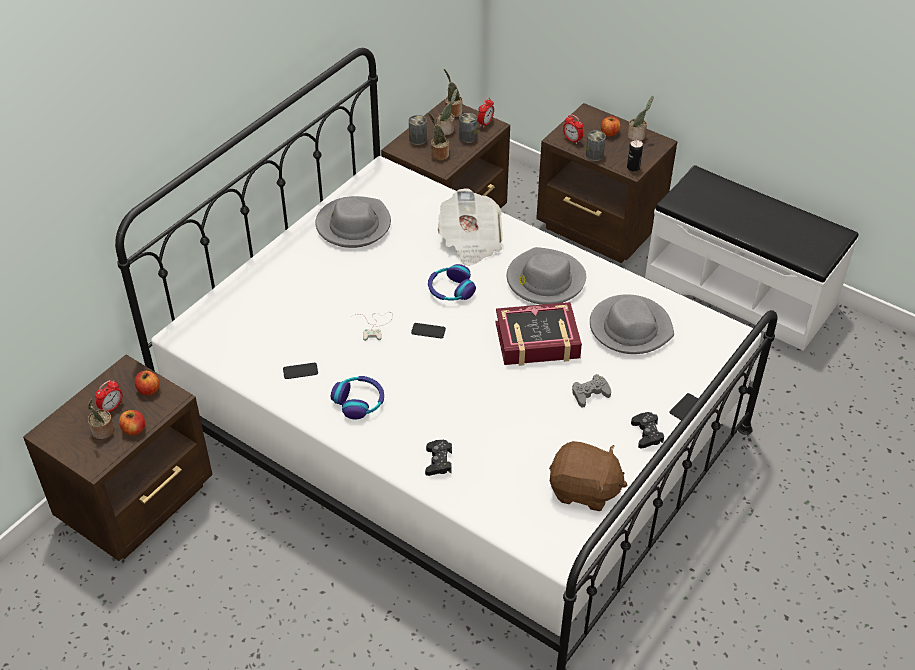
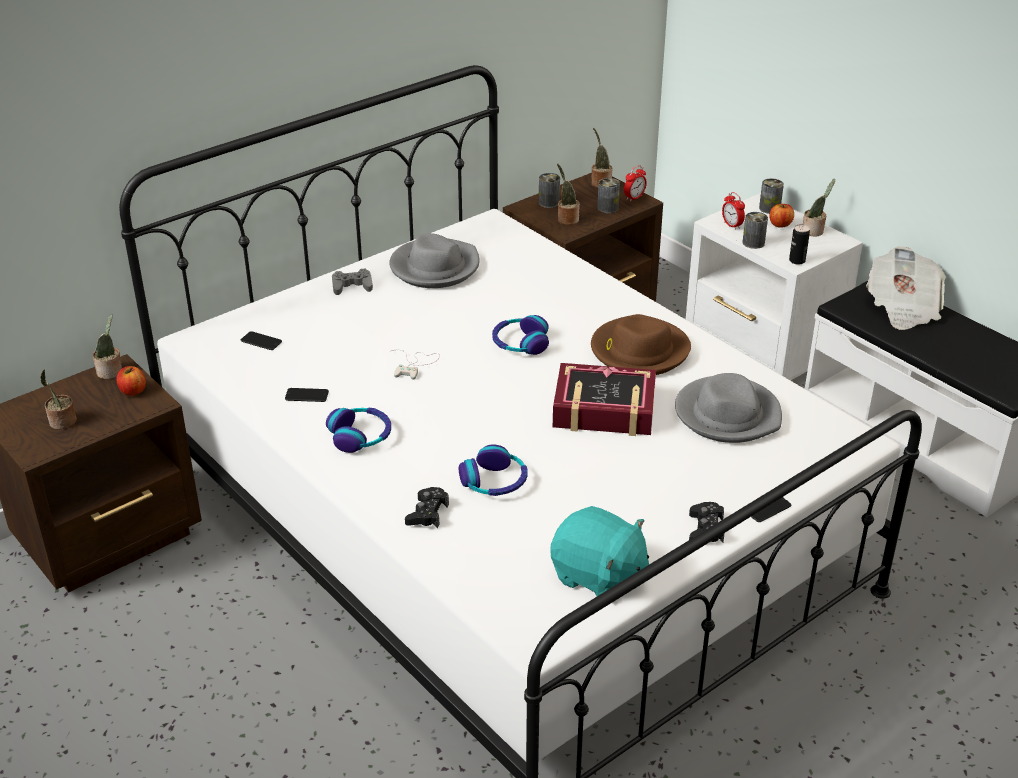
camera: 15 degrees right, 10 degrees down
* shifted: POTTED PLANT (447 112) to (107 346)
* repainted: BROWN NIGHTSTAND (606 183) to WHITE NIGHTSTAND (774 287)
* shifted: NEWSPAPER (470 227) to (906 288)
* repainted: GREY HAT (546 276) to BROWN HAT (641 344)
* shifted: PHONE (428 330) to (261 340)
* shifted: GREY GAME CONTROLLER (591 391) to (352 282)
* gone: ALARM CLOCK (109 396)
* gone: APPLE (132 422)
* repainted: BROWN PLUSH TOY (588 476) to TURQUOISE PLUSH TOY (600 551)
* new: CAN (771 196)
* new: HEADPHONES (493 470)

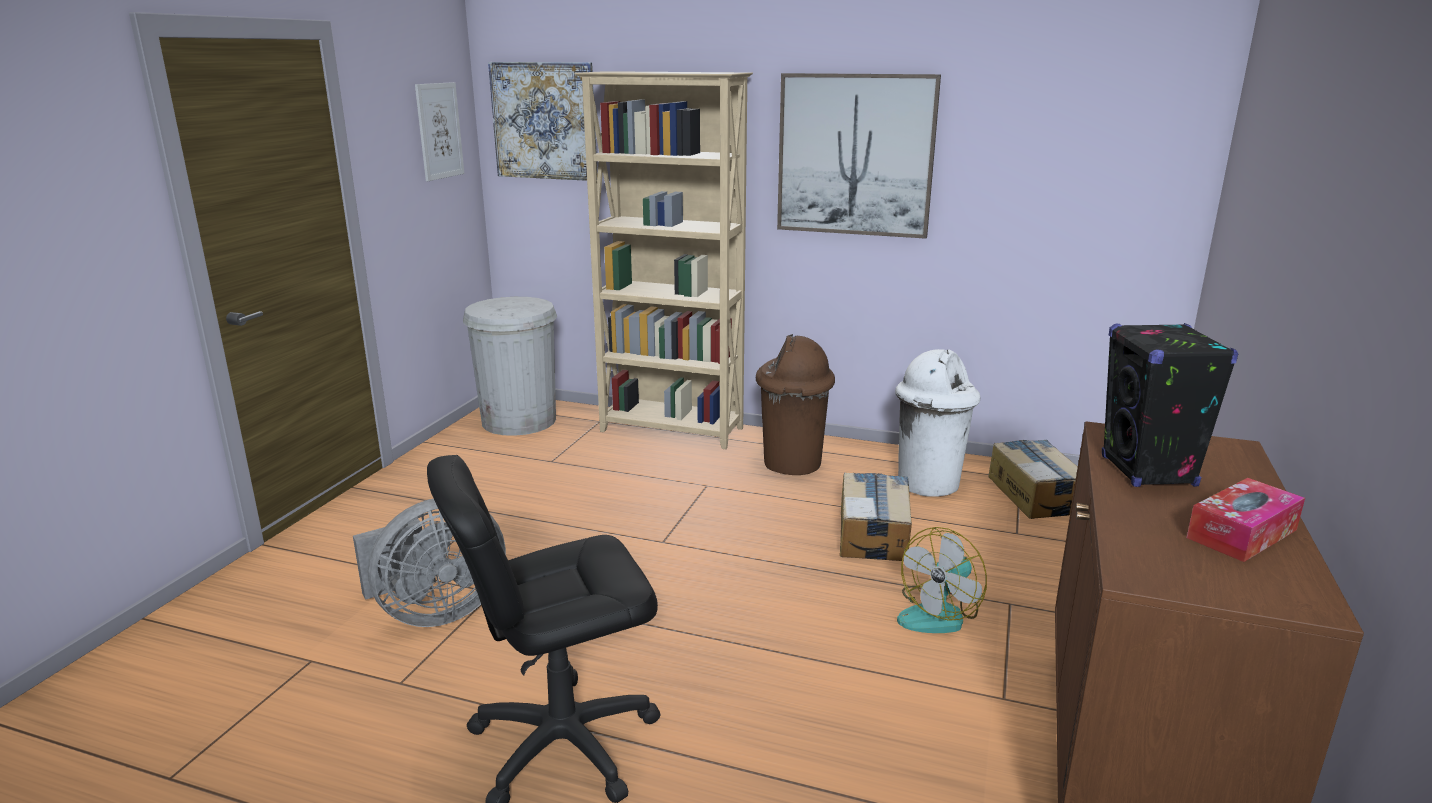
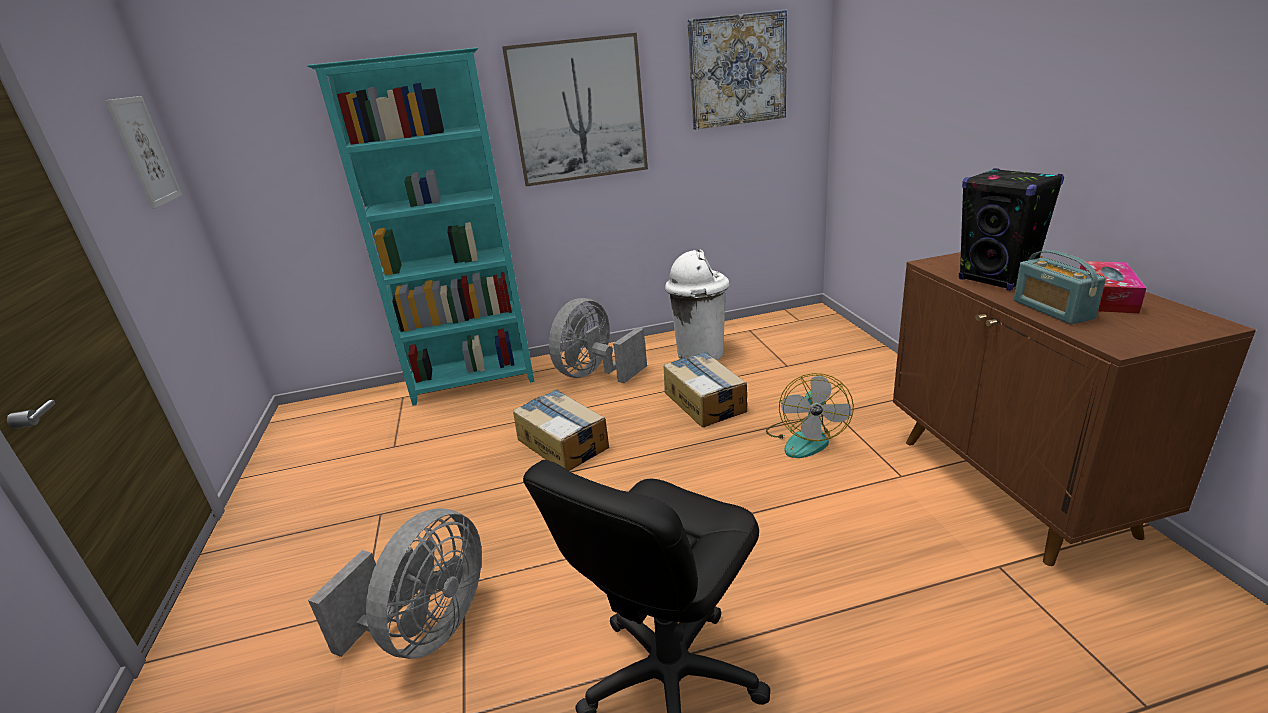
camera: 30 degrees left, 5 degrees up
* shifted: PICTURE (543 121) to (737 69)
* repainted: BEIGE BOOKCASE (663 260) to TURQUOISE BOOKCASE (421 226)
* gone: WHITE TRASH CAN (510 366)
* swapped: BROWN TRASH CAN (795 404) to GREY FAN (598 340)
* shifted: CARDBOARD BOX (1033 479) to (561 430)
* new: RADIO (1060 287)

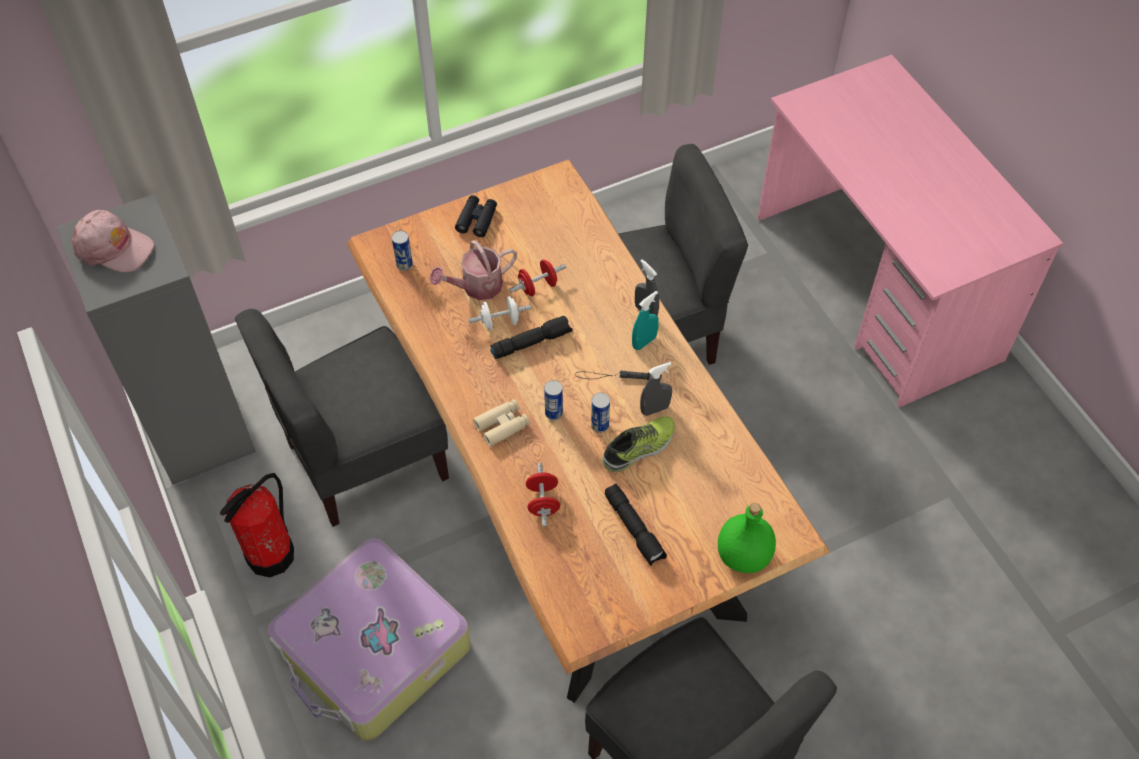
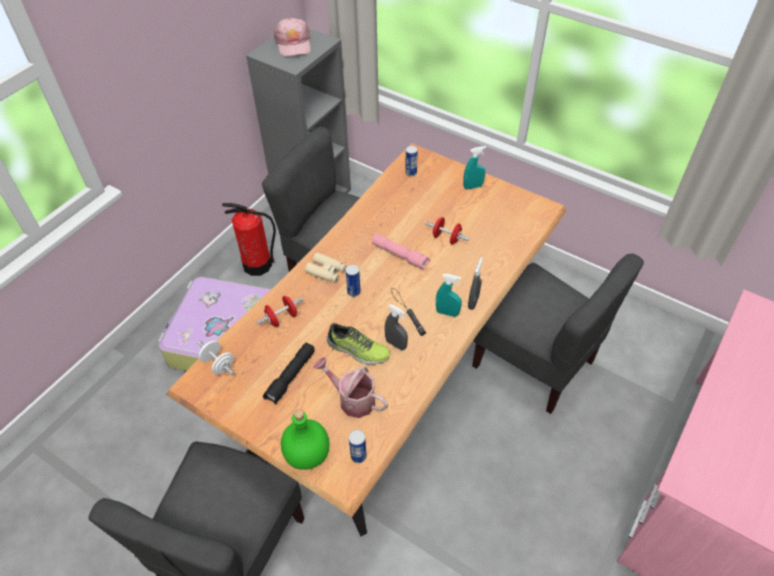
camera: 60 degrees right, 5 degrees down
* swapped: BLACK BINOCULARS (476 216) to TURQUOISE SPRAY BOTTLE (474 168)
* shifted: WATERING CAN (473 270) to (350 387)
* shifted: WHITE DUMBBELL (499 313) to (216 357)
* repainted: BLACK FLASHLIGHT (531 337) to PINK FLASHLIGHT (401 252)
* shifted: CAN (600 413) to (358 446)

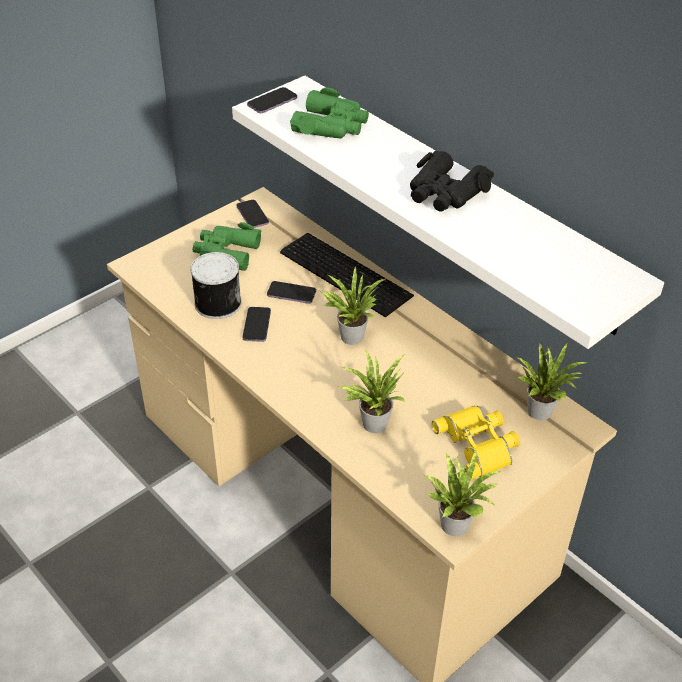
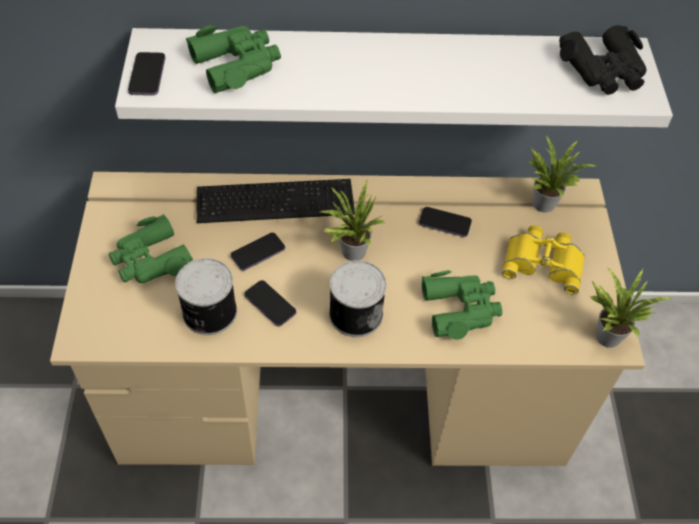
camera: 50 degrees left, 10 degrees up
* shifted: BLACK BINOCULARS (452 181) to (603 60)
* shifted: PHONE (252 214) to (445 222)
* swapped: POTTED PLANT (372 391) to GREEN BINOCULARS (462 305)
* new: CAN (357 298)

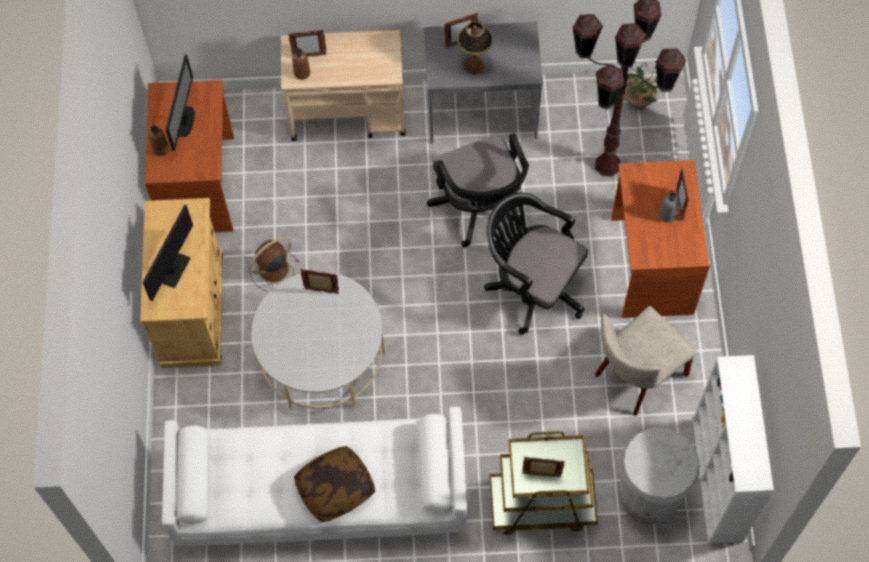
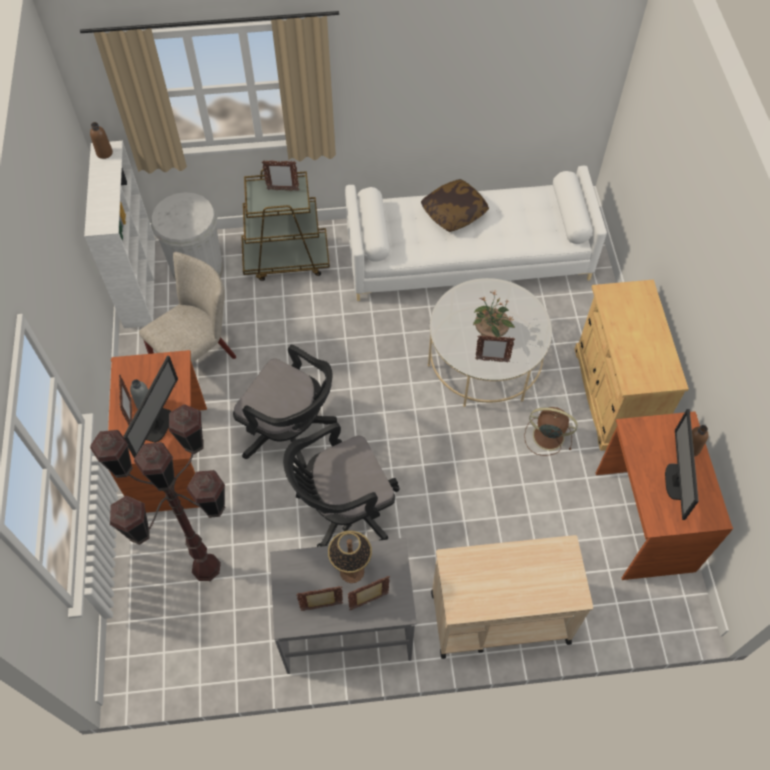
camera: 175 degrees right, 5 degrees down
* shifted: PICTURE FRAME (307 43) to (319 598)
* shifted: BROWN BOTTLE (301 64) to (101 140)
* shifted: POTTED PLANT (641 85) to (494 314)
* rotated: BLACK OFFICE CHAIR (478 190) = (341 484) 90 degrees counterclockwise
* shifted: MONITOR (168 253) to (150 407)
* rotated: BROWN FAN (274 264) = (551 431) 120 degrees counterclockwise

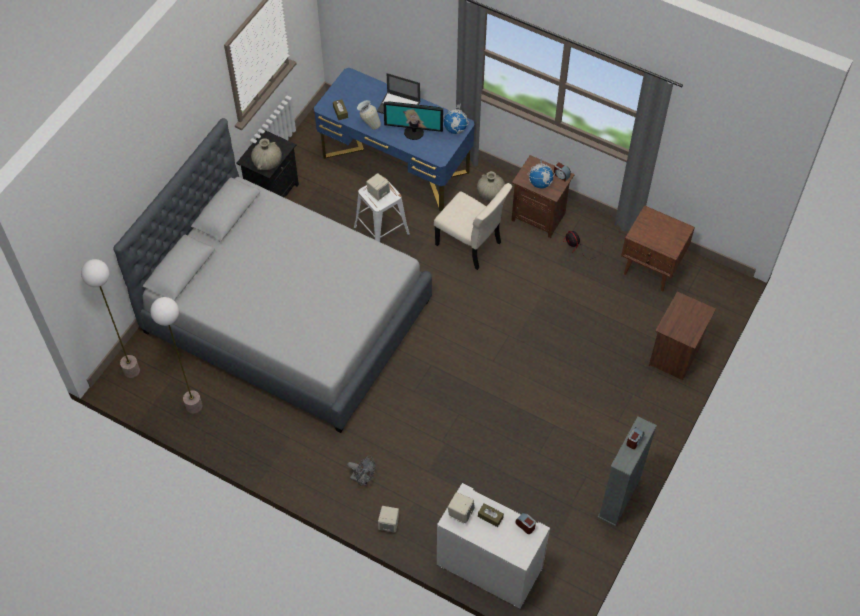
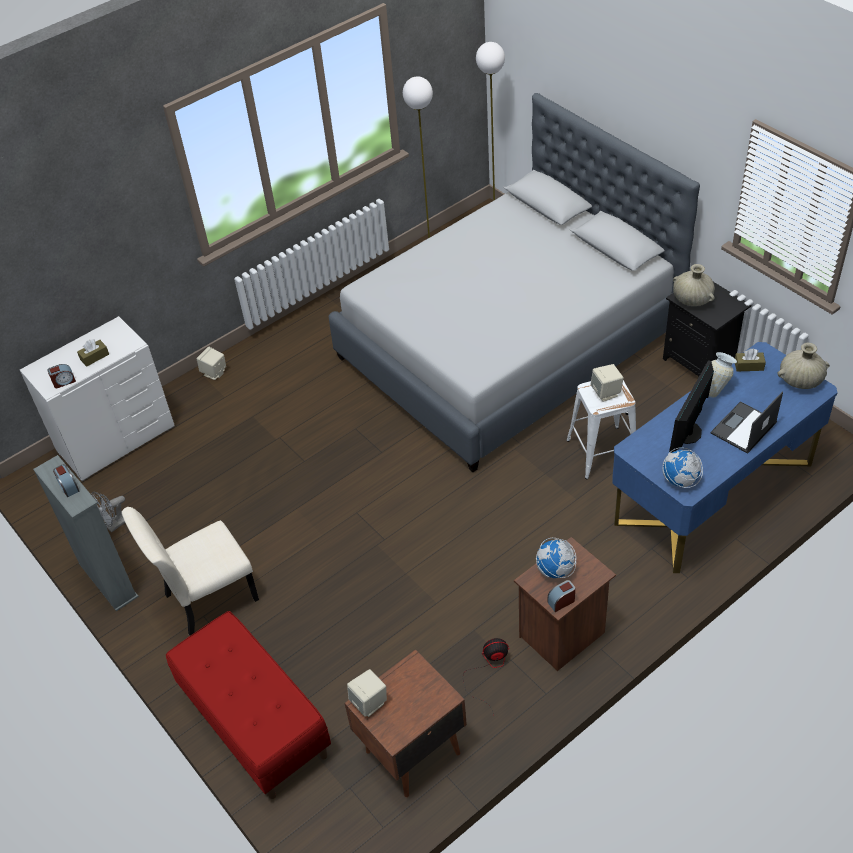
camera: 115 degrees right, 10 degrees down
* shifted: BEIGE VASE (491 186) to (803 366)
* shifted: BEIGE CHAIR (473 226) to (190 571)
* swapped: BROWN NIGHTSTAND (682 336) to RED BENCH (248 705)
* shifted: GREY FAN (361 471) to (108 512)
* shifted: BEIGE SPEAKER (461 507) to (367 693)

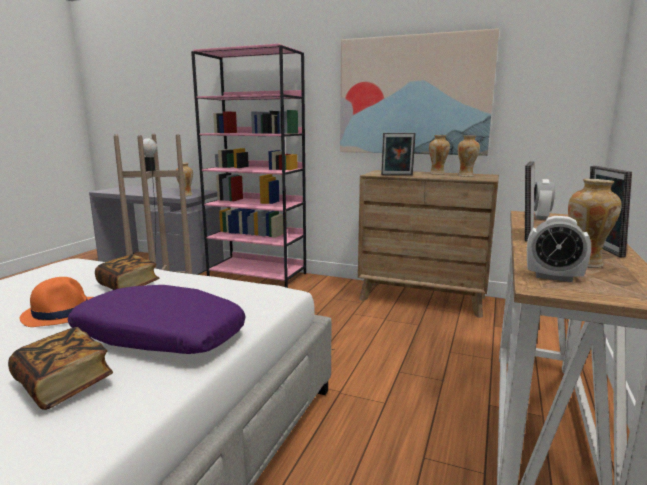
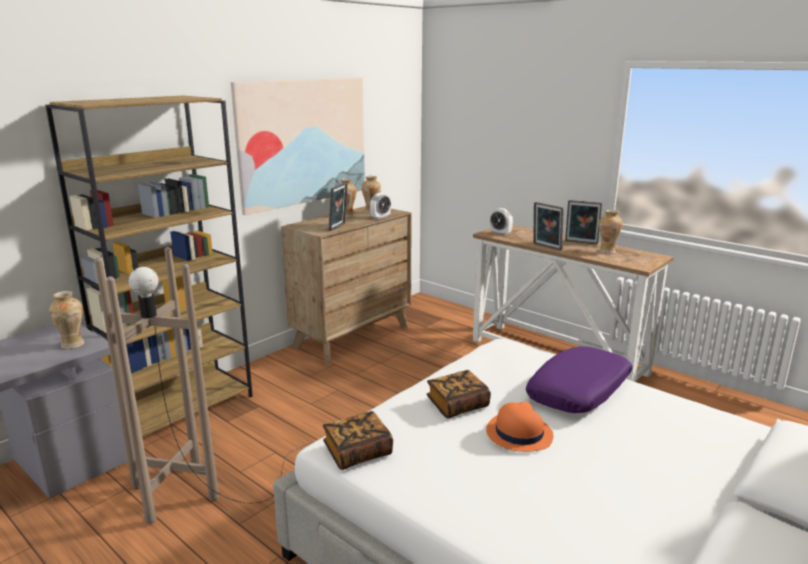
camera: 70 degrees left, 5 degrees up
* repainted: PINK BOOKCASE (248 166) to BROWN BOOKCASE (149 266)
* shifted: ALARM CLOCK (559 249) to (380 206)
* shifted: BOOK (60 368) to (358 440)

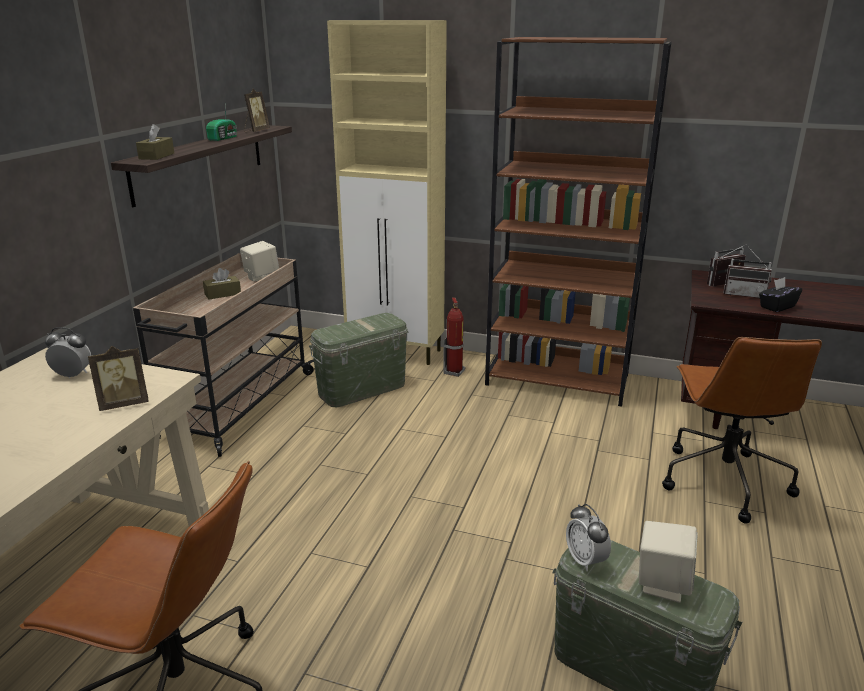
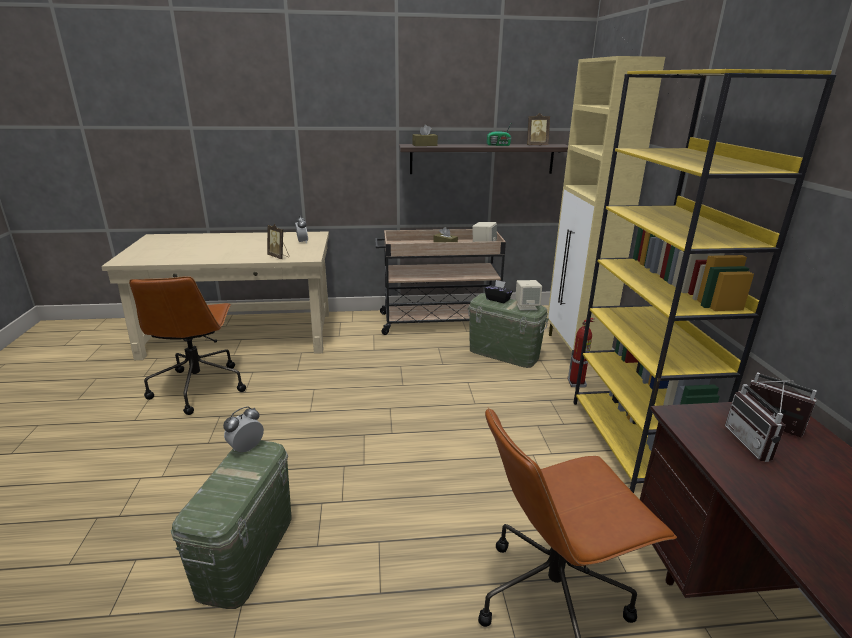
camera: 65 degrees right, 0 degrees up
* repainted: BROWN BOOKCASE (578 222) to YELLOW BOOKCASE (704 281)
* shifted: BLACK TISSUE BOX (780 294) to (499 291)
* shifted: BEIGE SPEAKER (668 562) to (528 295)

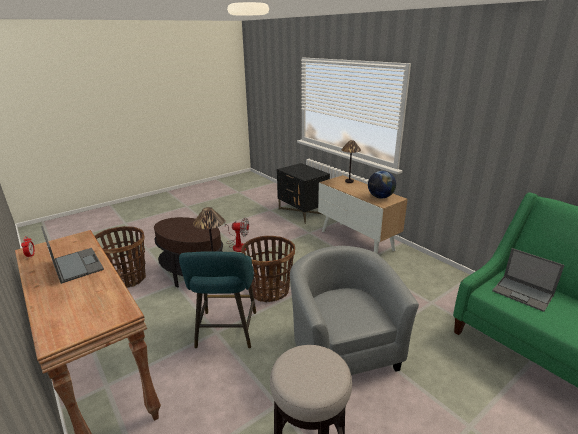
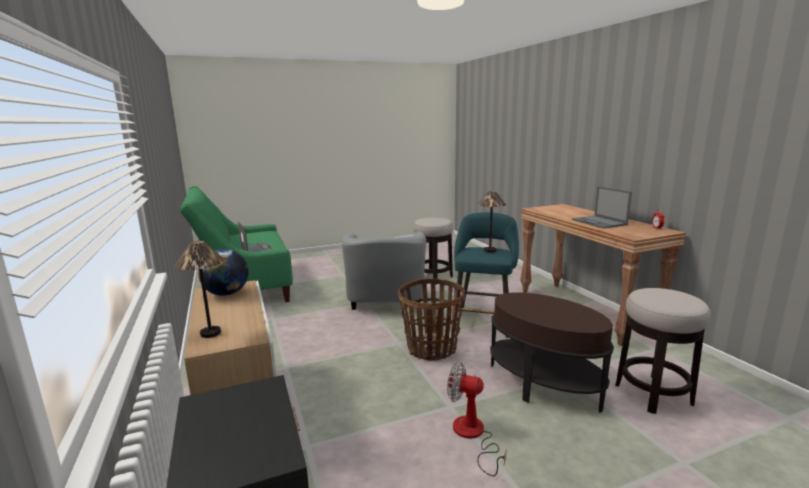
camera: 165 degrees left, 10 degrees down
* swapped: BASKET (120 257) to STOOL (663 351)

